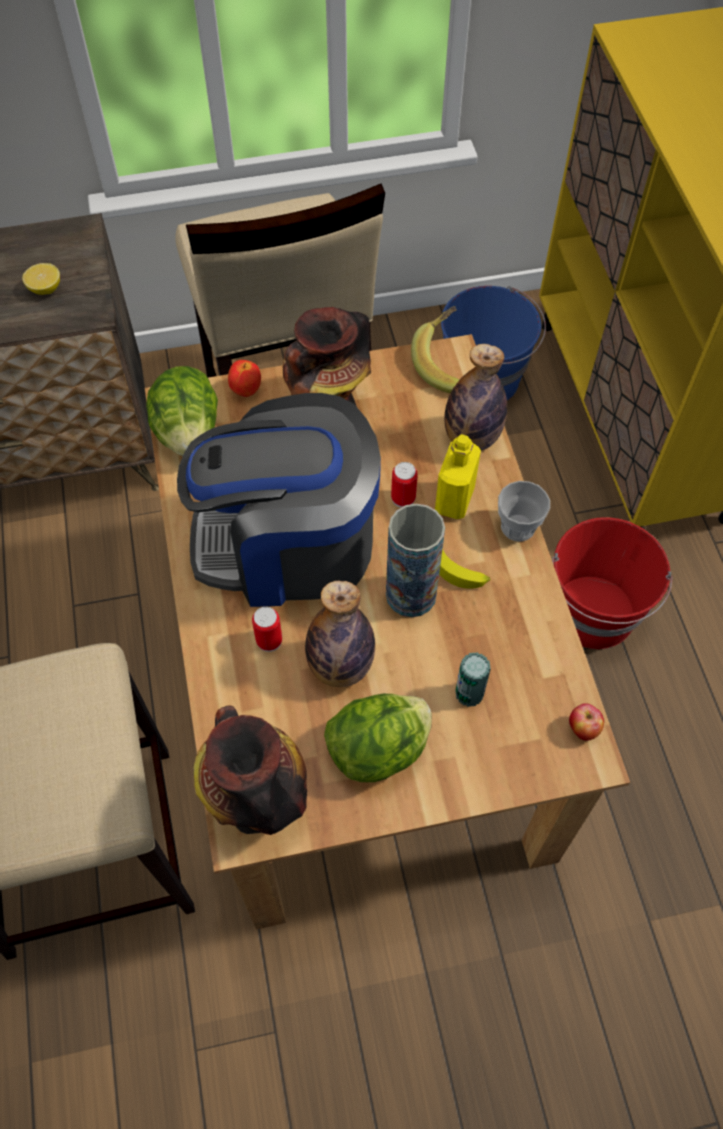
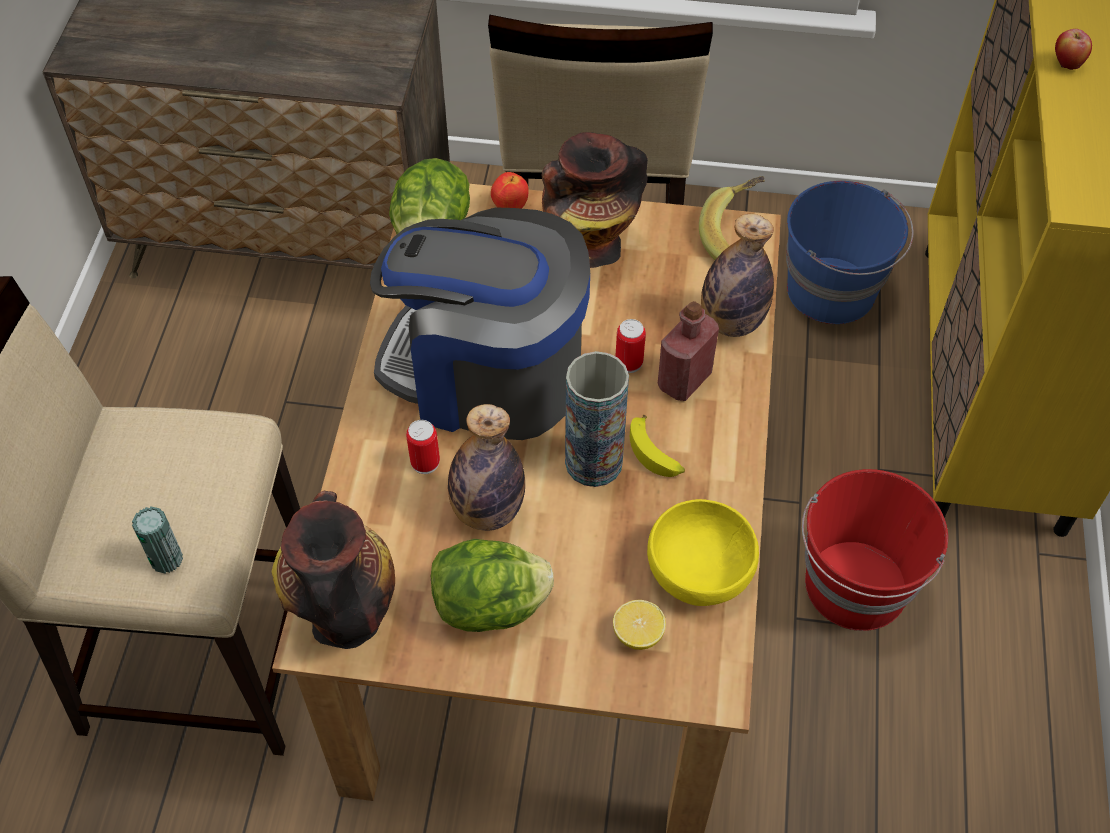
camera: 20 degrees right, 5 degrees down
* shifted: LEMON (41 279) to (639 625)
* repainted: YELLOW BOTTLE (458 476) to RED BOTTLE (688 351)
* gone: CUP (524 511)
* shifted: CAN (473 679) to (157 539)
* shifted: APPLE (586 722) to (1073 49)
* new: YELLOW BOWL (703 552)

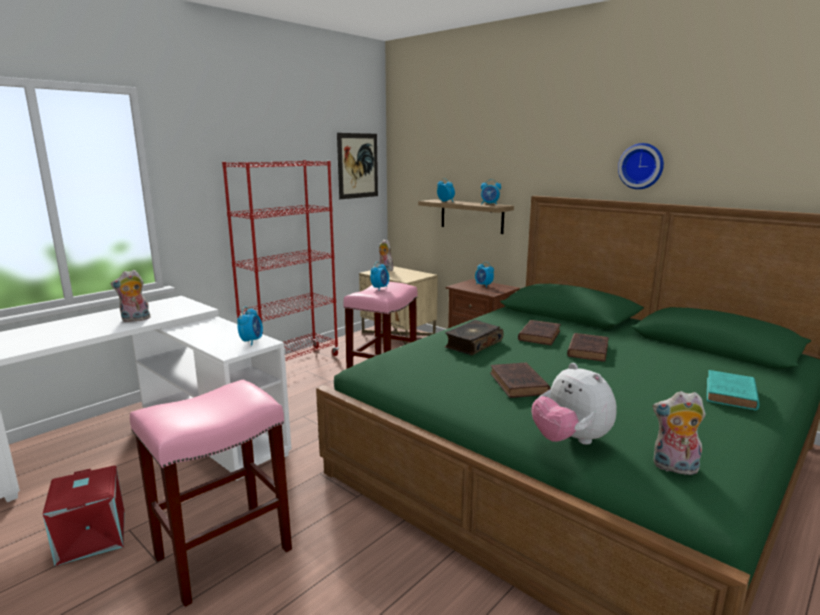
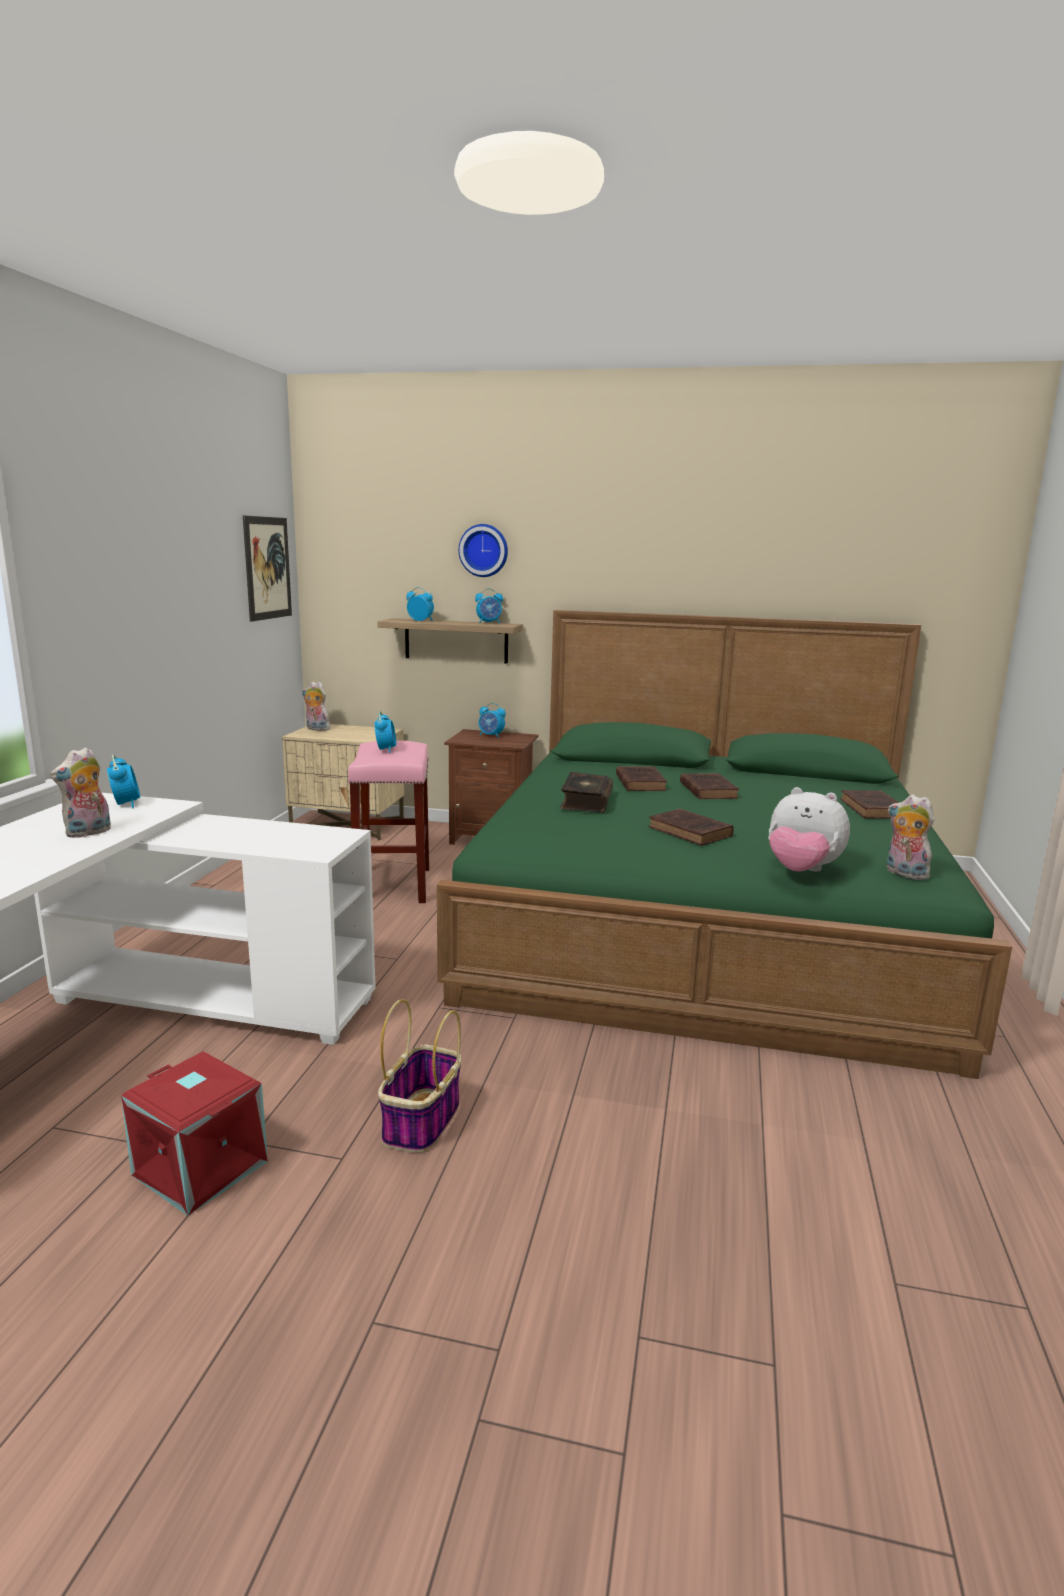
camera: 30 degrees left, 0 degrees up
* shifted: WALL CLOCK (641 166) to (483 550)
* gone: RED BOOKCASE (280 260)
* shifted: ALARM CLOCK (250 326) to (123 781)
* repainted: TURQUOISE BOOK (733 390) to BROWN BOOK (869 804)
* swapped: PINK STOOL (211 493) to BASKET (419 1076)
* rotated: PLUSH TOY (679 433) = (911 837) 60 degrees clockwise

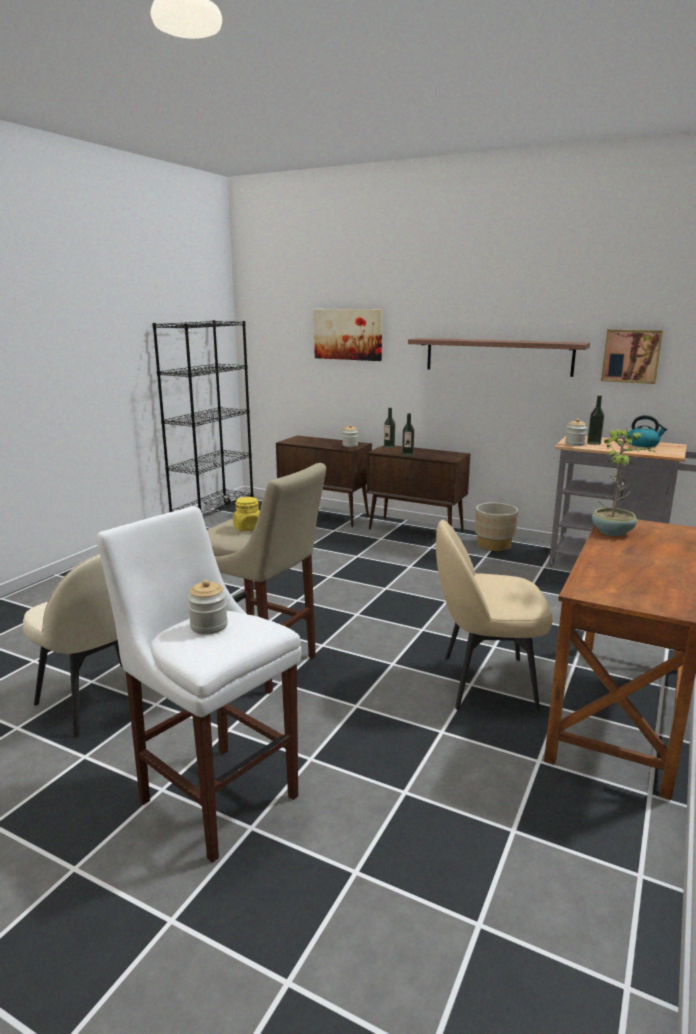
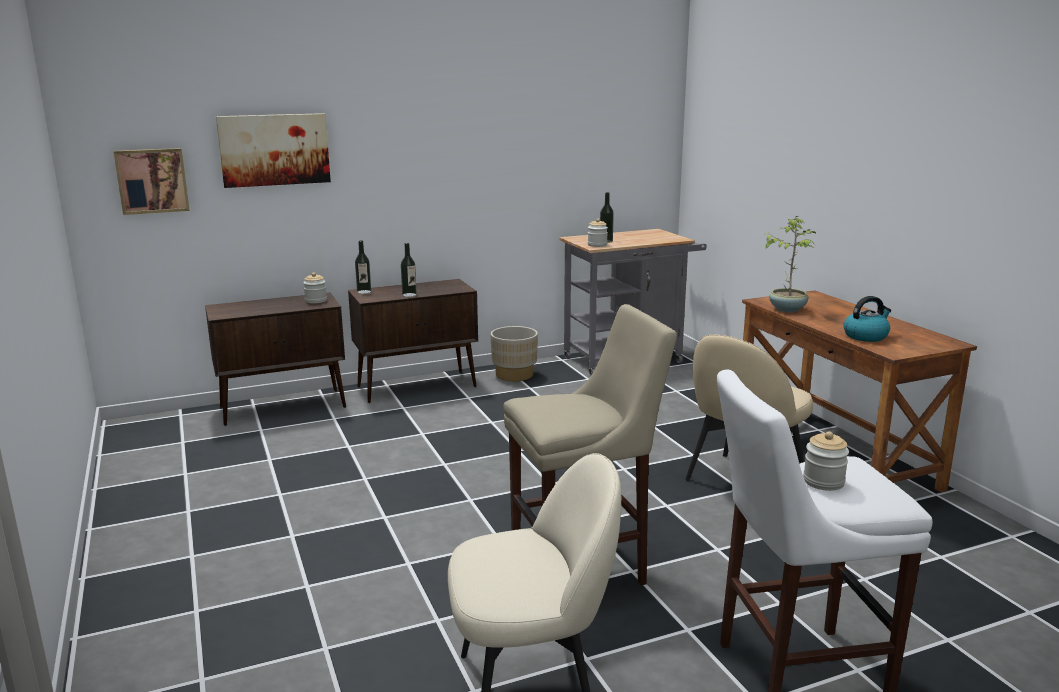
camera: 50 degrees left, 0 degrees up
* gone: BLACK BOOKCASE (203 419)
* shifted: PICTURE (632 356) to (151 181)
* gone: SHELF (499 357)
* shifted: KETTLE (647 431) to (867 319)
* gone: YELLOW JAR (246 514)

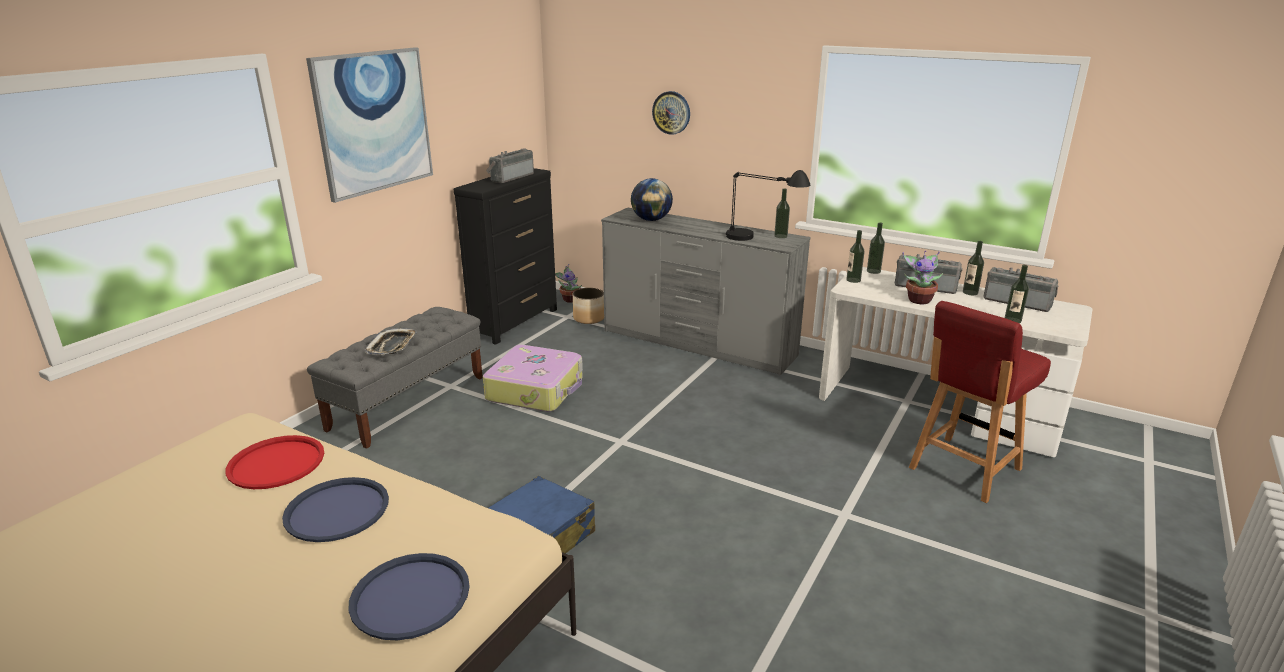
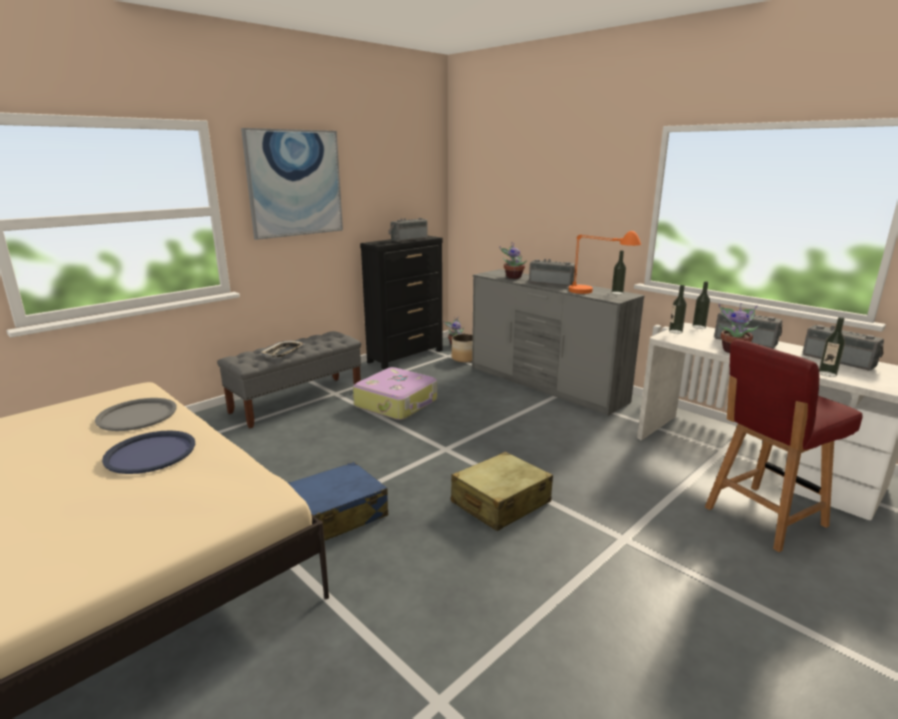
camera: 15 degrees right, 5 degrees down
* gone: WALL CLOCK (671 113)
* repainted: BLACK TABLE LAMP (768 205) to ORANGE TABLE LAMP (604 262)
* swapped: GLOBE (652 199) to POTTED PLANT (513 260)
* gone: BOTTLE (973 268)
* repainted: RED TRAY (274 462) to GREY TRAY (135 414)
* gone: BLUE TRAY (409 596)
* new: RADIO (553 273)
* new: BEIGE SUITCASE (502 491)

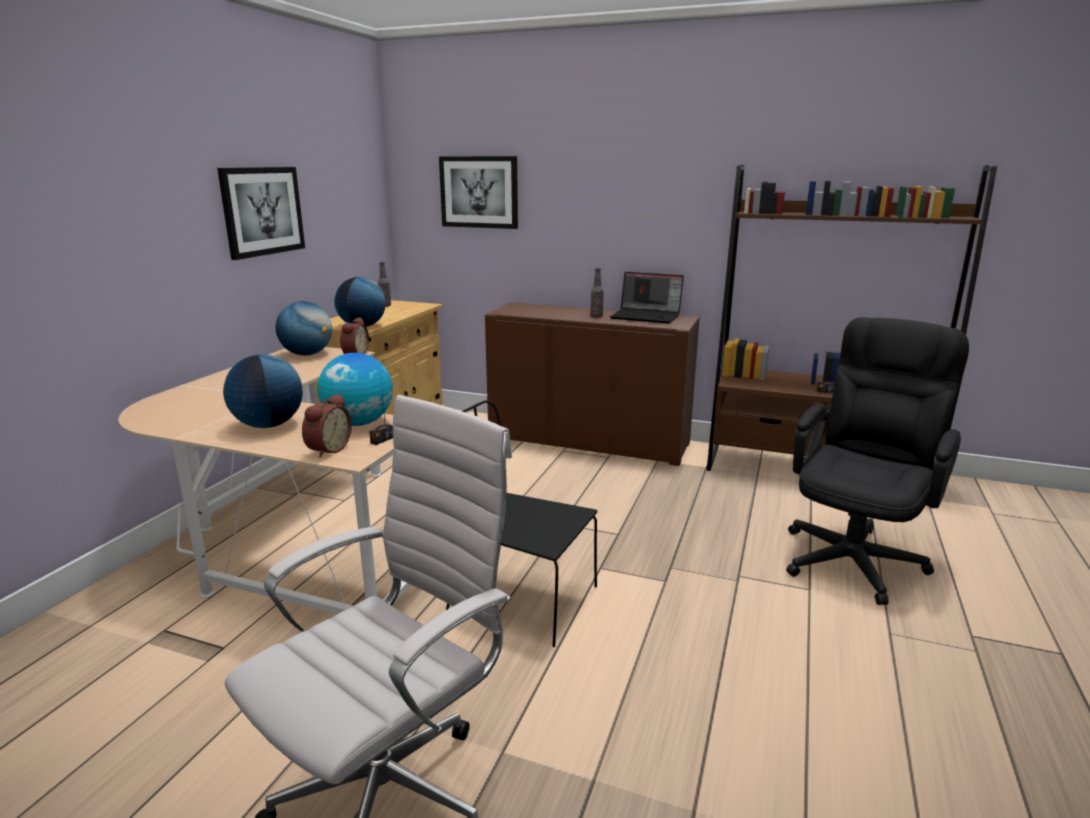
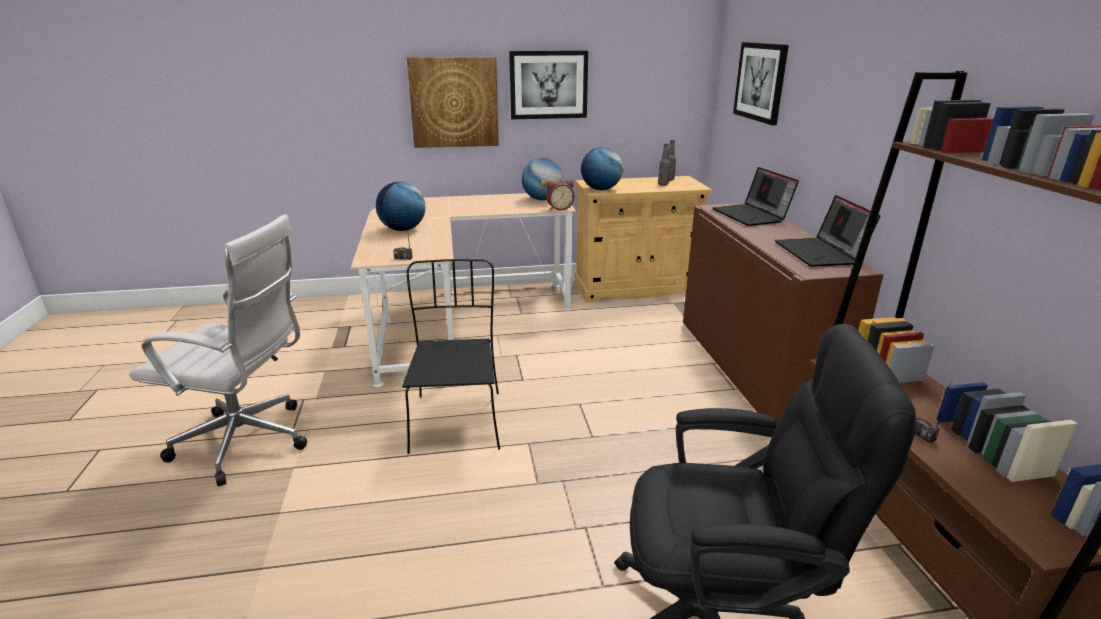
camera: 60 degrees right, 5 degrees up
* shifted: BOTTLE (597 293) to (664 164)
* gone: GLOBE (355 389)
* gone: ALARM CLOCK (327 426)
* new: PICTURE (453 102)
* new: LAPTOP (756 196)

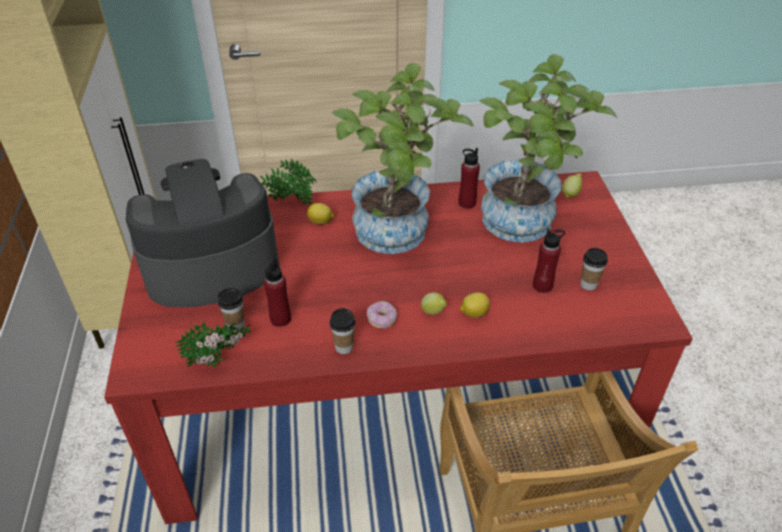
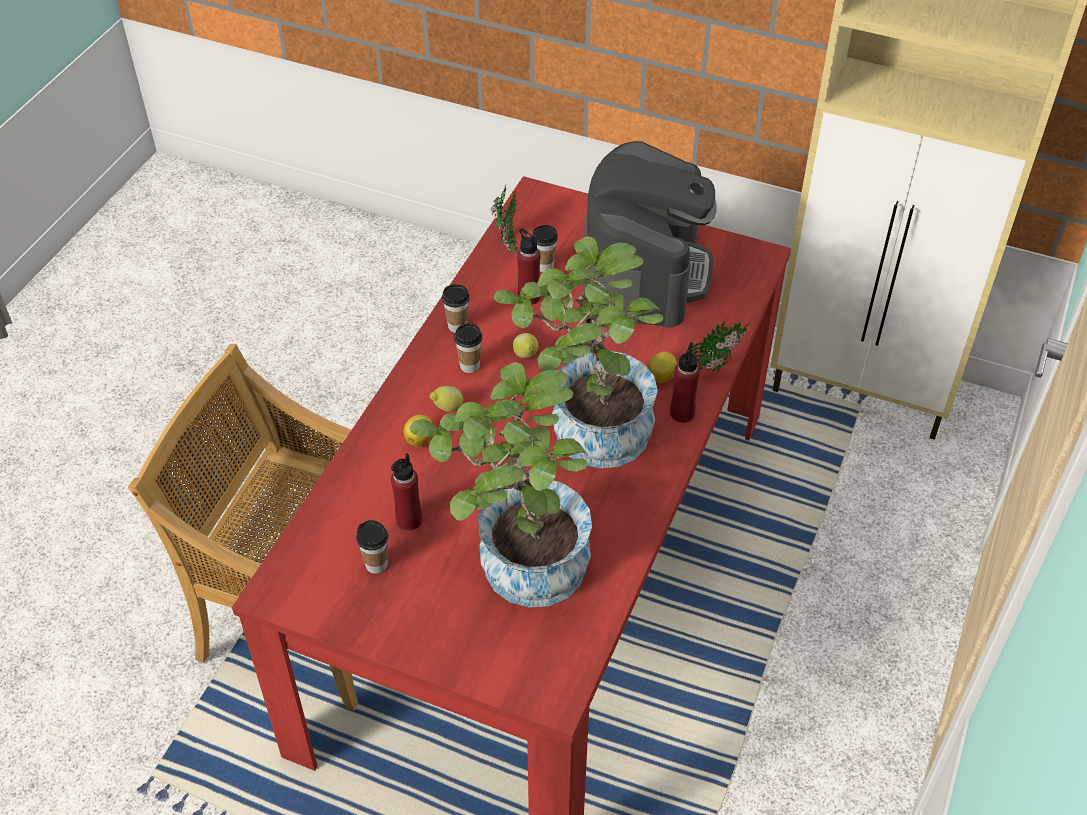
camera: 120 degrees right, 5 degrees up
* shifted: RED BOTTLE (469 178) to (685 383)
* shifted: LEMON (572 186) to (525 345)
* swapped: DONUT (381 315) to CUP (468 348)

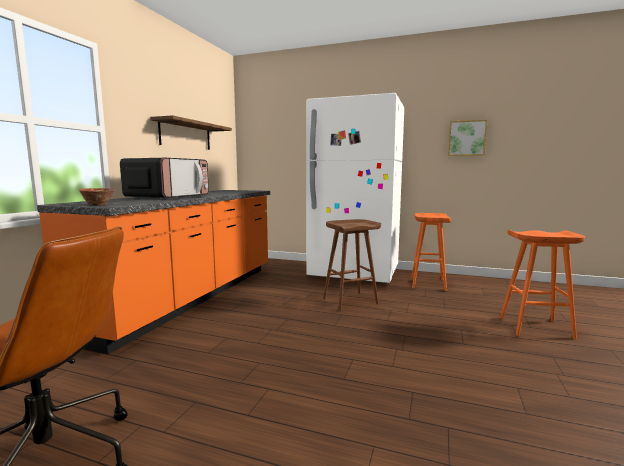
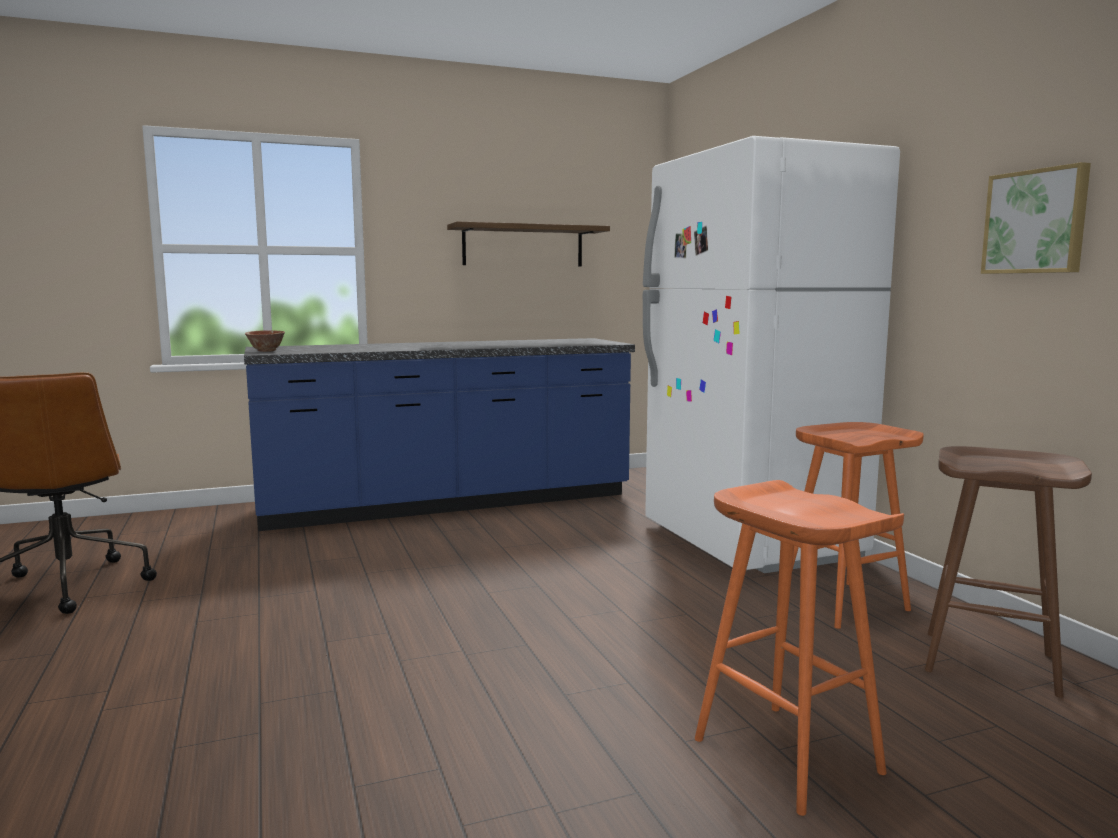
camera: 50 degrees right, 0 degrees up
* gone: MICROWAVE (164 178)
* repainted: ORANGE COUNTER (153 272) to BLUE COUNTER (439 434)
* shifted: BROWN STOOL (352 265) to (1008 572)

